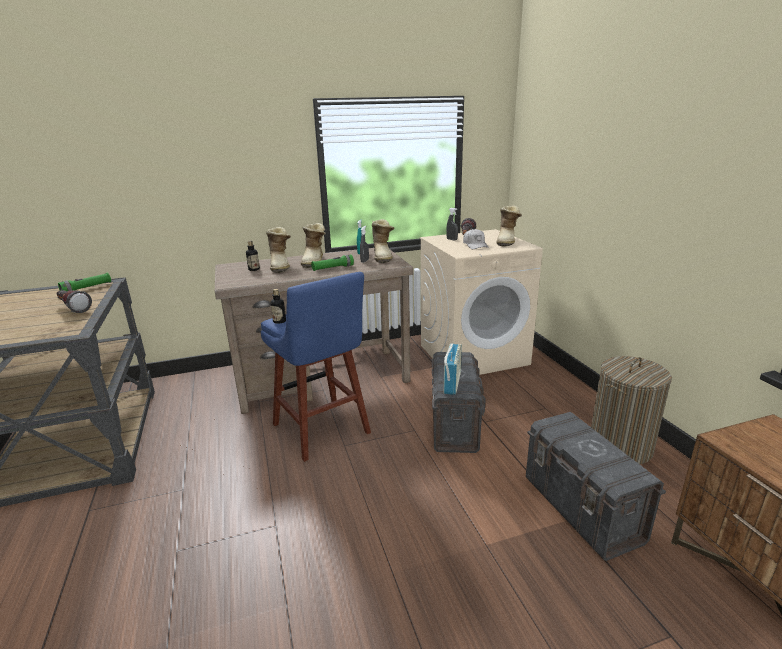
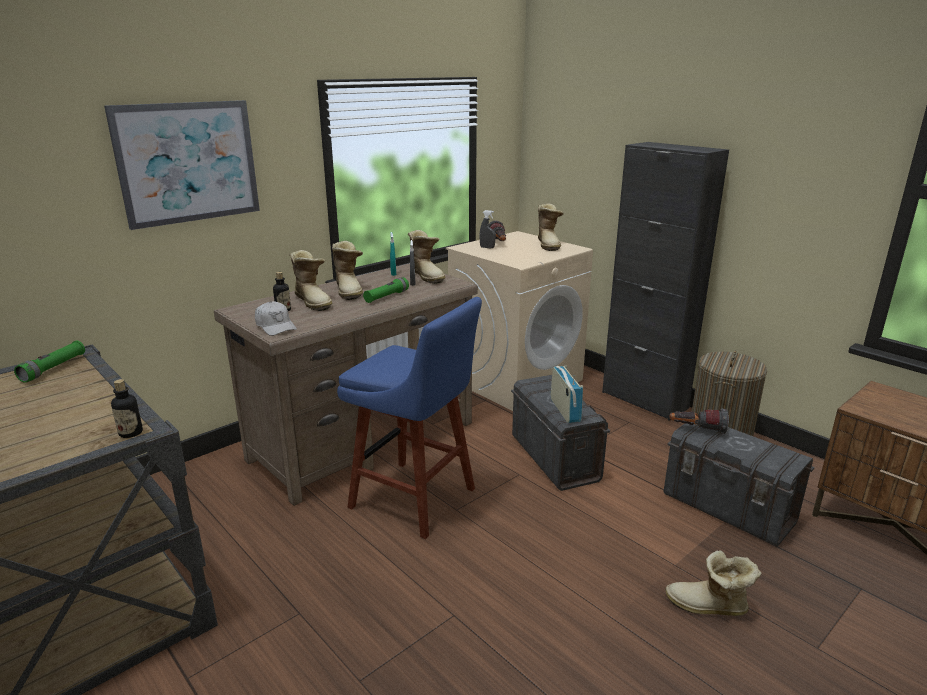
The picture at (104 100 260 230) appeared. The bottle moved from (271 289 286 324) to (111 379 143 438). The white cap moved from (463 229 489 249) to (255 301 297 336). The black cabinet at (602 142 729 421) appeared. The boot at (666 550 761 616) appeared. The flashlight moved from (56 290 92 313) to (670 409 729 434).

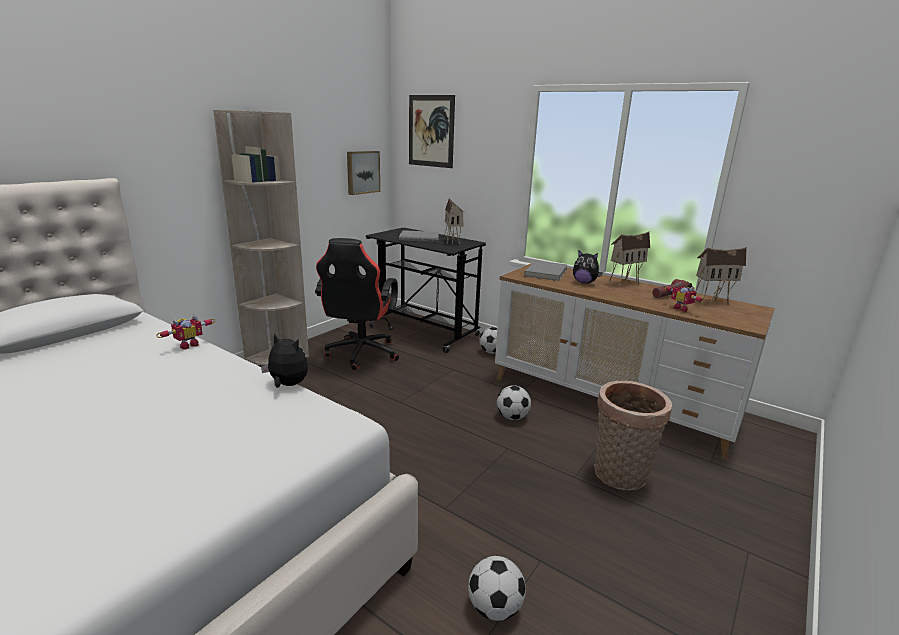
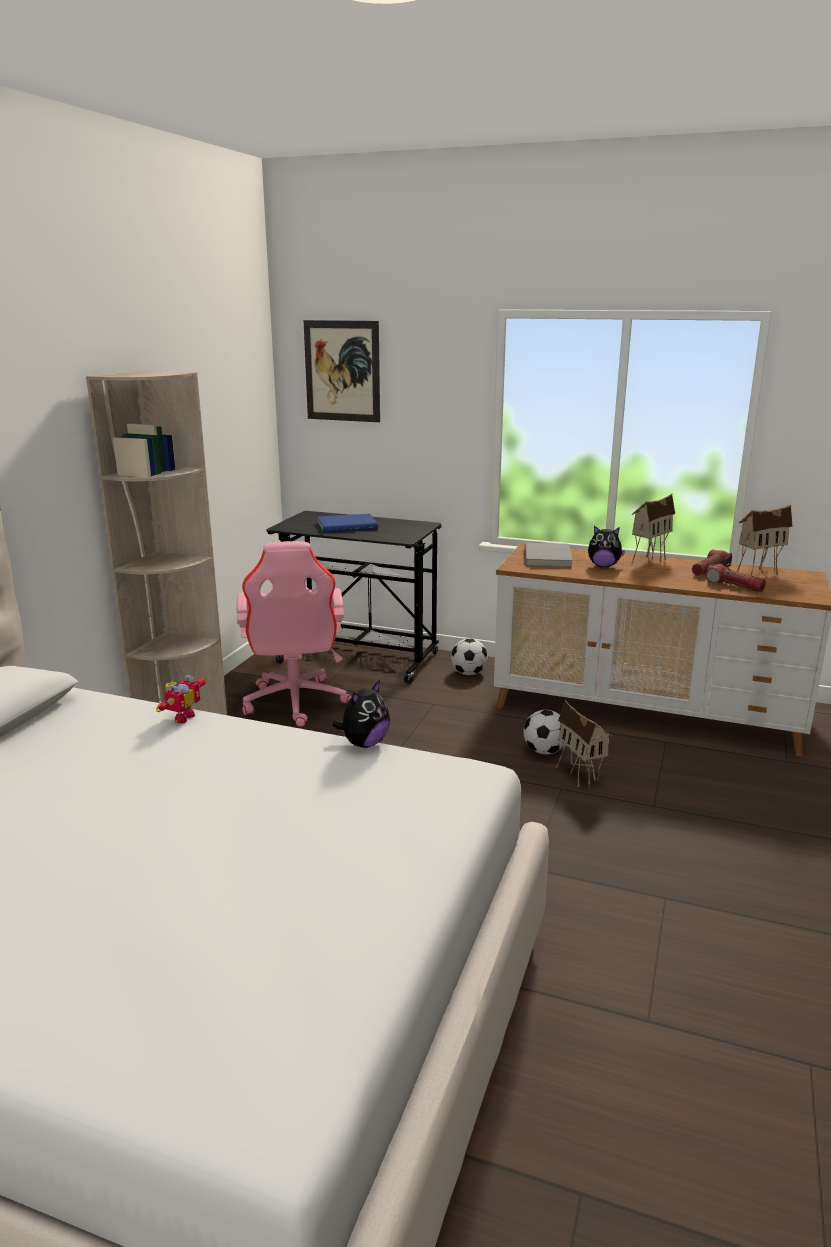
The black office chair at (315 238 399 371) became the pink office chair at (237 541 352 727). The grey book at (399 230 439 242) became the blue book at (317 514 378 533). The plush toy at (261 333 308 388) turned 120 degrees clockwise. The toy house moved from (444 198 464 245) to (556 700 612 788). The toy robot at (665 283 705 312) was replaced by the flashlight at (706 563 766 592). The picture at (347 151 380 195) disappeared. The football at (468 556 526 621) disappeared. The basket at (594 381 672 491) disappeared.

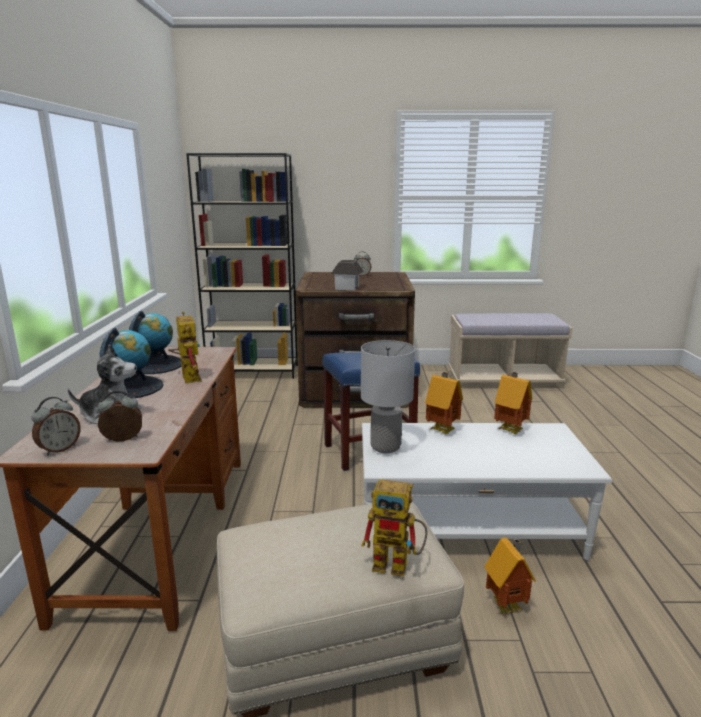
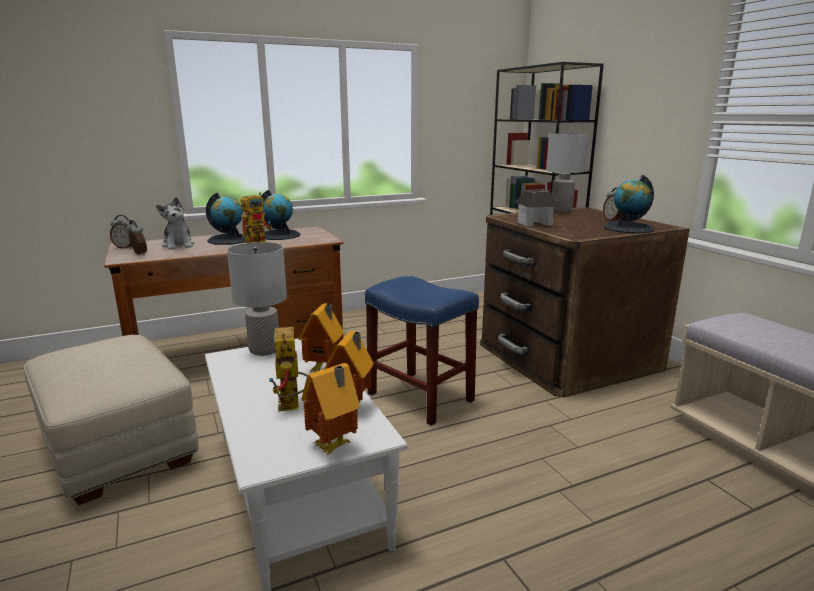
The toy robot moved from (361 479 428 576) to (268 327 307 412). The toy house moved from (484 538 536 614) to (301 363 360 455). The grey table lamp at (546 133 588 213) appeared. The globe at (604 175 654 234) appeared.

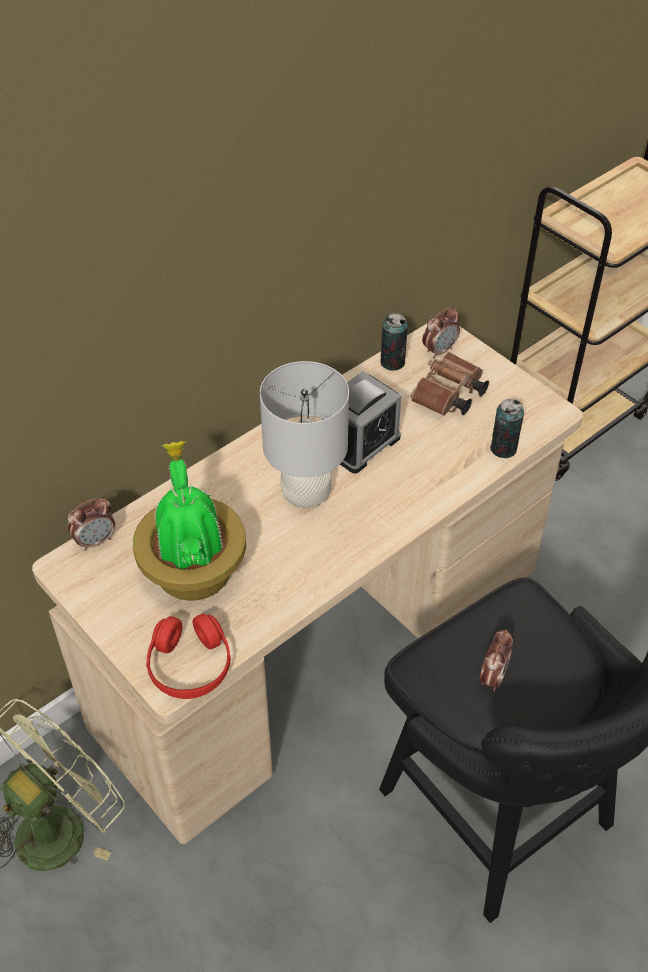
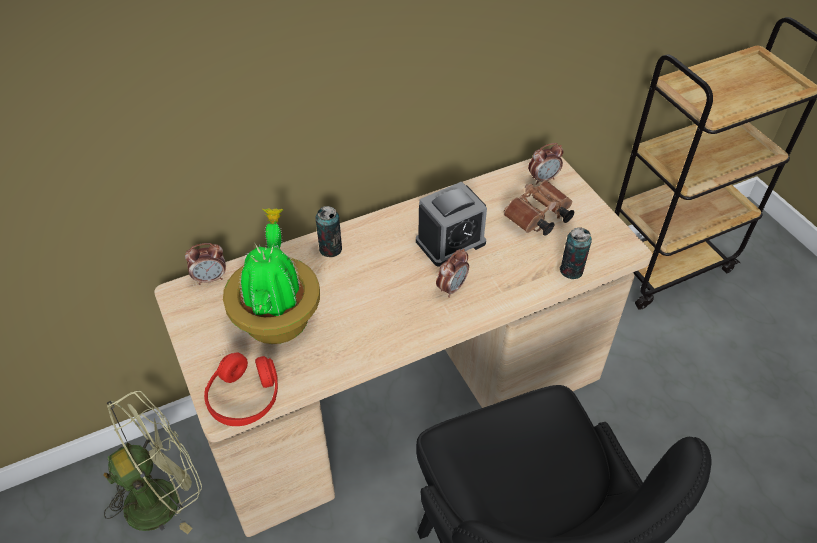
The can moved from (380 313 408 370) to (315 206 342 257). The alarm clock moved from (480 629 513 691) to (436 249 469 298). The grey table lamp at (260 361 349 508) disappeared.

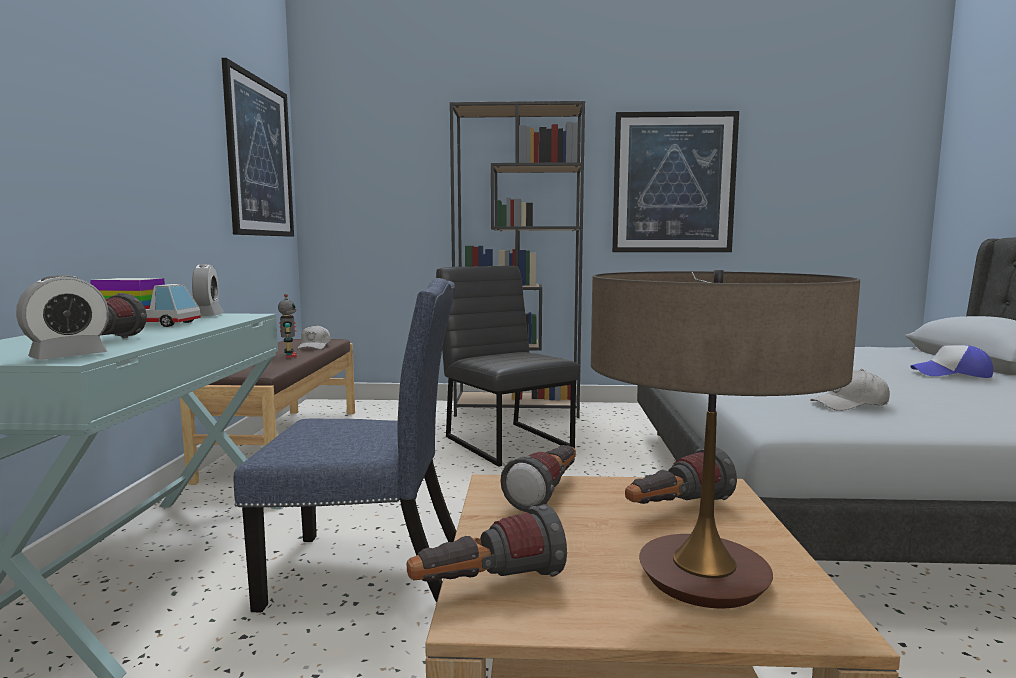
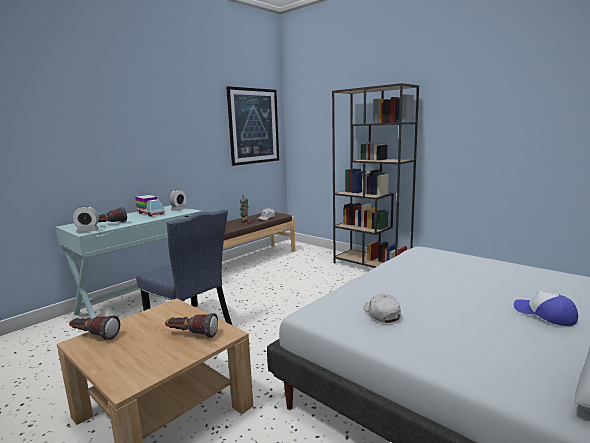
The white cap at (810 369 890 411) turned 45 degrees clockwise. The grey chair at (436 266 580 467) disappeared. The flashlight at (500 445 576 512) disappeared. The table lamp at (591 270 860 608) disappeared. The picture at (612 111 739 252) disappeared.

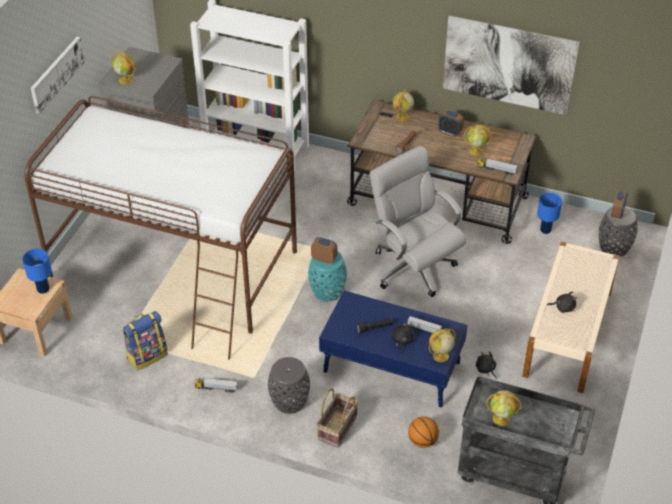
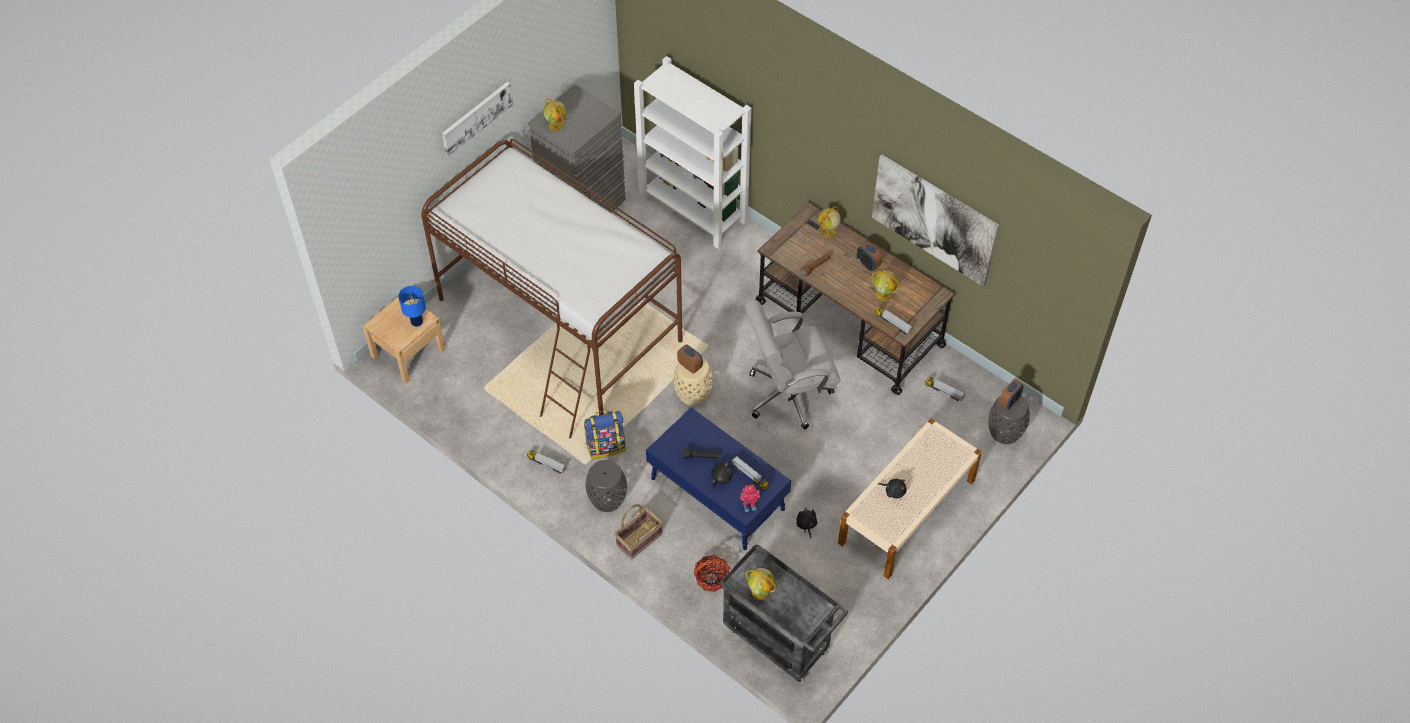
The backpack moved from (123 311 168 370) to (584 410 625 459). The turquoise stool at (308 251 347 301) became the beige stool at (673 357 713 406). The basketball at (408 416 439 448) was replaced by the basket at (694 555 730 592). The globe at (429 329 456 362) was replaced by the toy robot at (740 484 760 512). The grey office chair at (370 146 466 297) turned 90 degrees counterclockwise. The blue table lamp at (537 193 562 234) was replaced by the toy truck at (925 377 965 401).

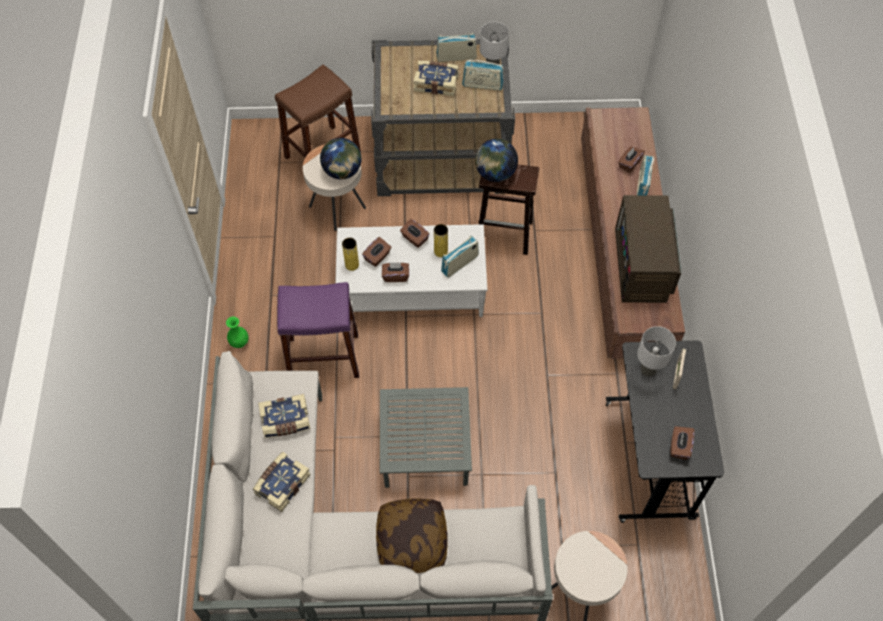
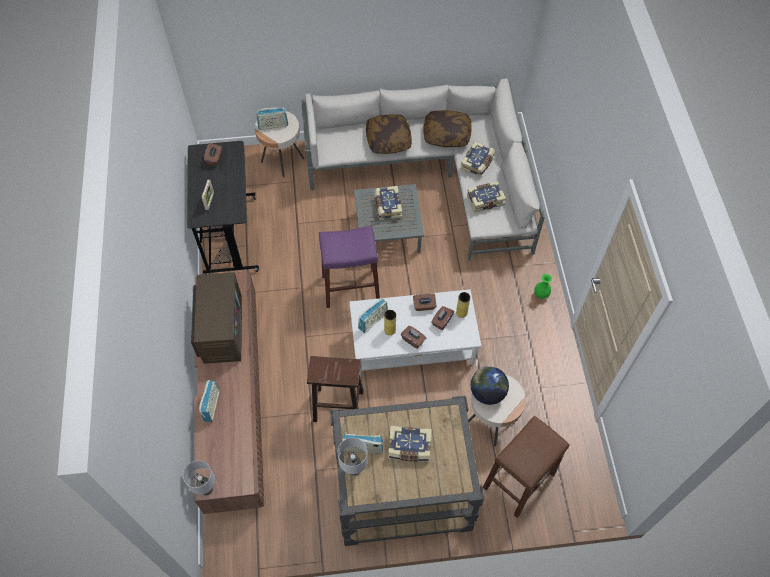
The white table lamp moved from (637 326 676 376) to (183 460 215 495). The radio moved from (436 32 477 62) to (256 107 288 130). The purple stool moved from (277 282 359 378) to (319 226 380 308). The book at (375 186 403 220) appeared. The pillow at (424 110 472 147) appeared. The globe at (475 139 518 182) disappeared. The brown tissue box at (618 146 645 173) disappeared.

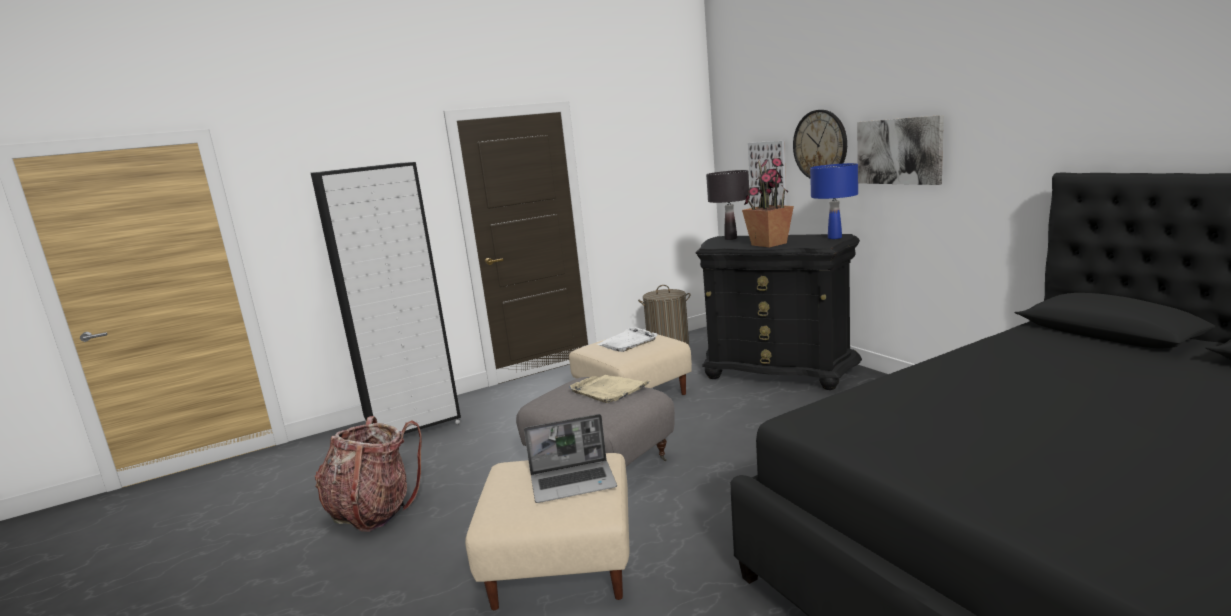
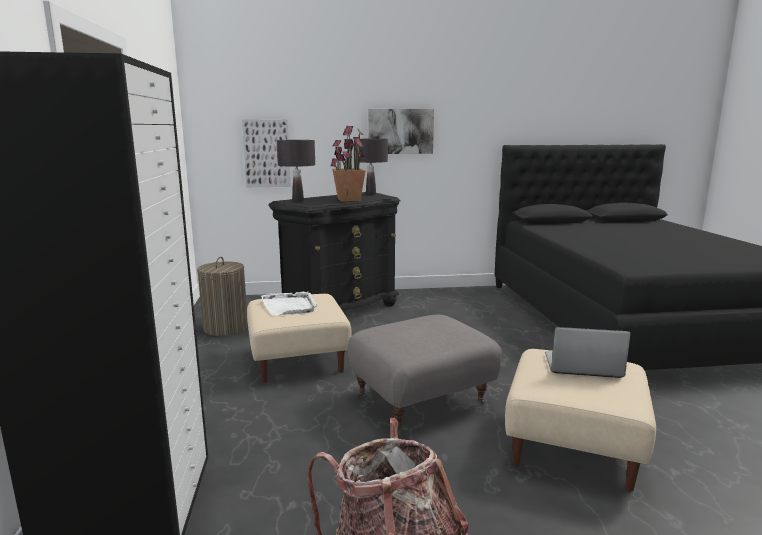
The blue table lamp at (810 163 858 239) became the black table lamp at (354 139 388 194). The laptop at (524 414 617 503) turned 90 degrees counterclockwise. The beige tray at (569 375 651 403) disappeared. The wall clock at (793 110 847 178) disappeared.

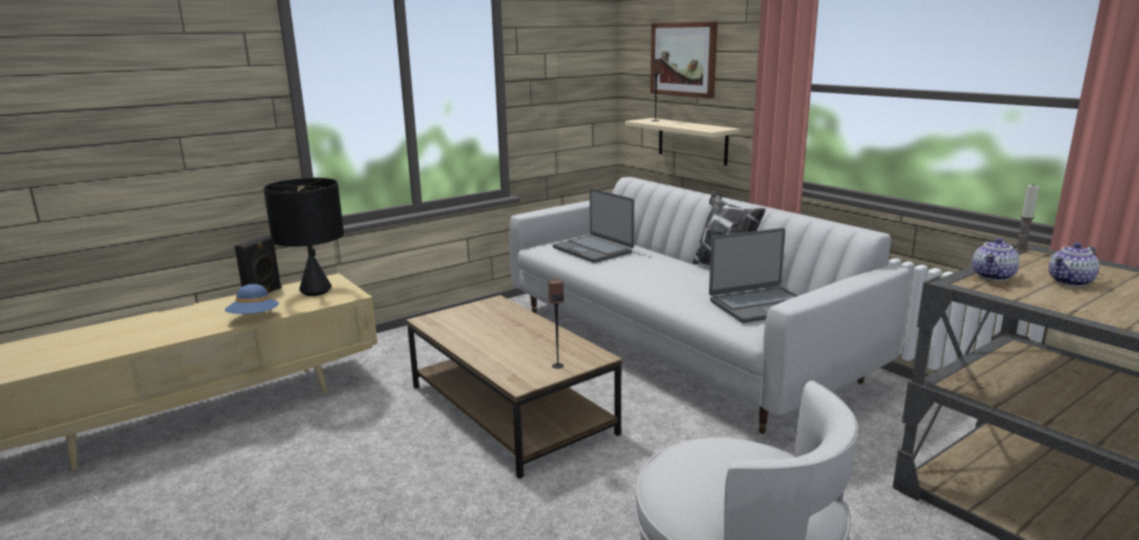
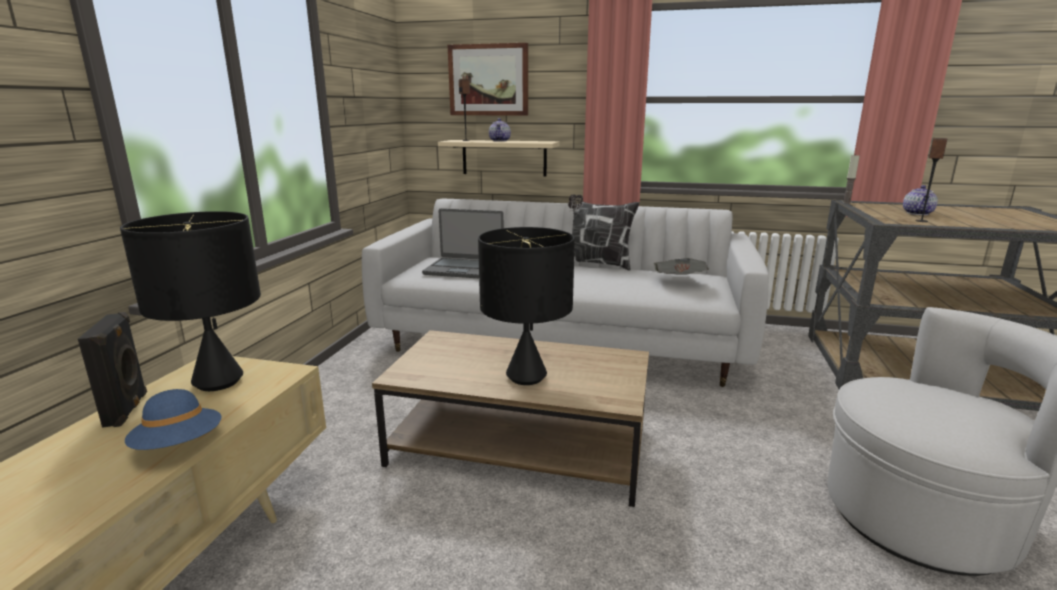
The black table lamp at (478 227 575 385) appeared. The teapot moved from (972 238 1020 281) to (489 118 511 142). The laptop at (709 228 797 323) was replaced by the newspaper at (654 258 709 275). The speaker moved from (548 279 564 369) to (915 138 947 222).

